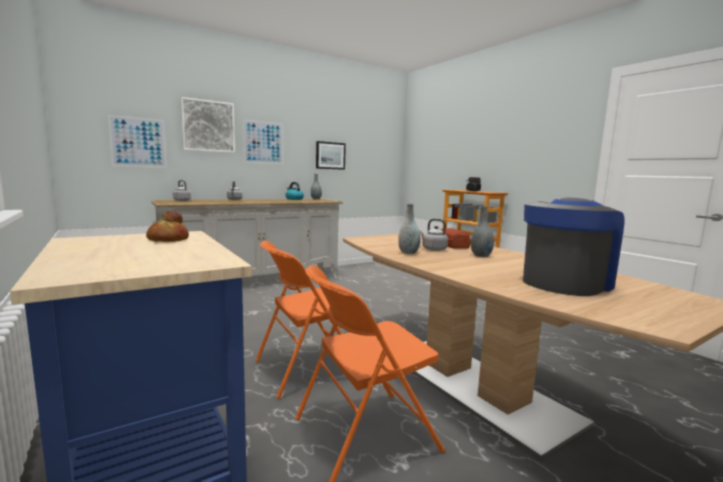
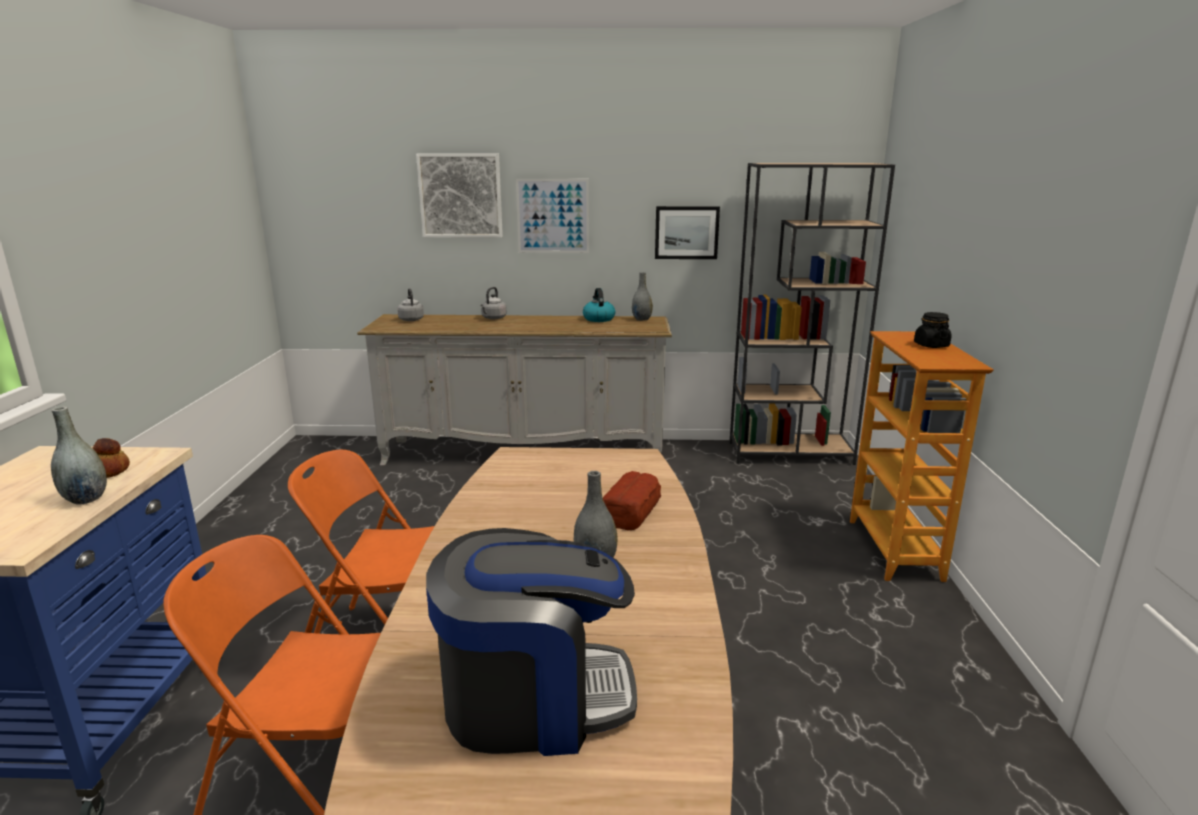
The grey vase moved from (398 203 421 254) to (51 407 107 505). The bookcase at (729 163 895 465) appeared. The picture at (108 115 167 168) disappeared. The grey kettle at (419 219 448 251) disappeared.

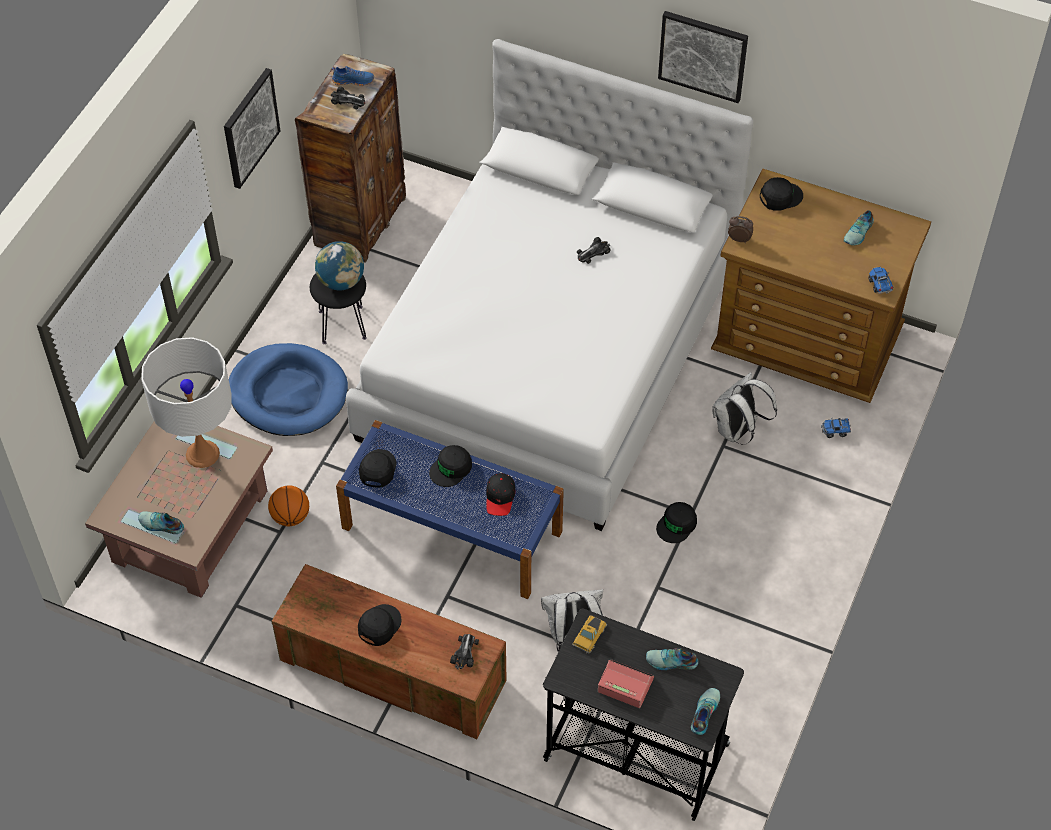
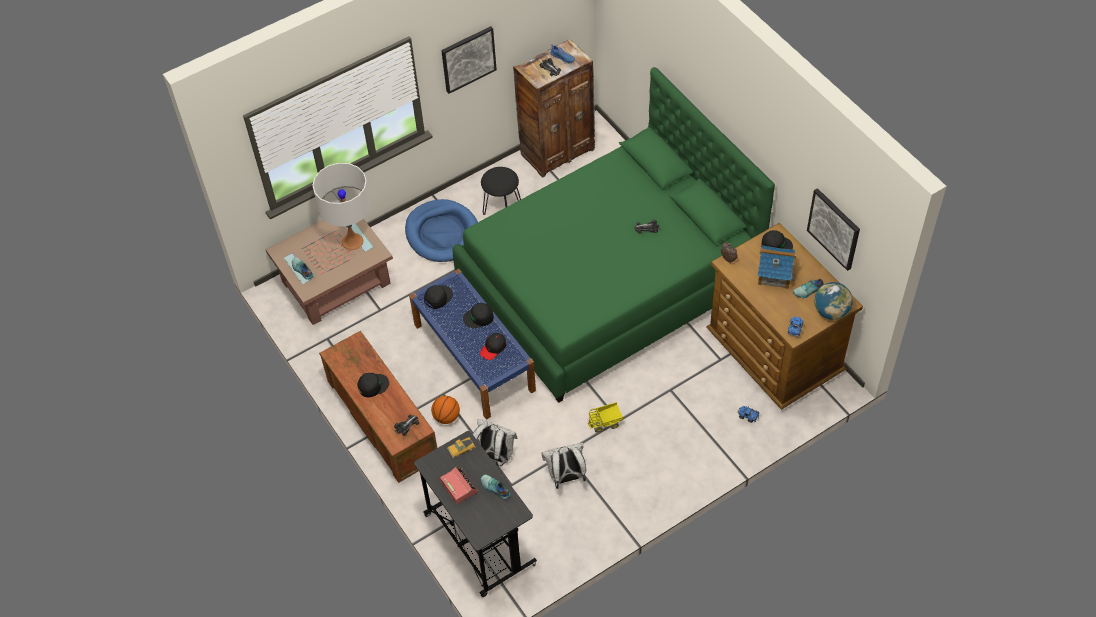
The basketball moved from (268 486 309 526) to (431 396 460 424). The white bed at (346 39 753 531) became the green bed at (452 67 775 403). The white backpack moved from (712 372 777 445) to (542 443 586 489). The black cap at (656 502 697 543) was replaced by the toy truck at (587 402 623 433). The toy house at (758 245 797 289) appeared. The picture moved from (658 11 748 103) to (807 188 860 271). The globe moved from (315 241 364 290) to (814 282 853 320). The shoe at (691 688 720 735) disappeared.

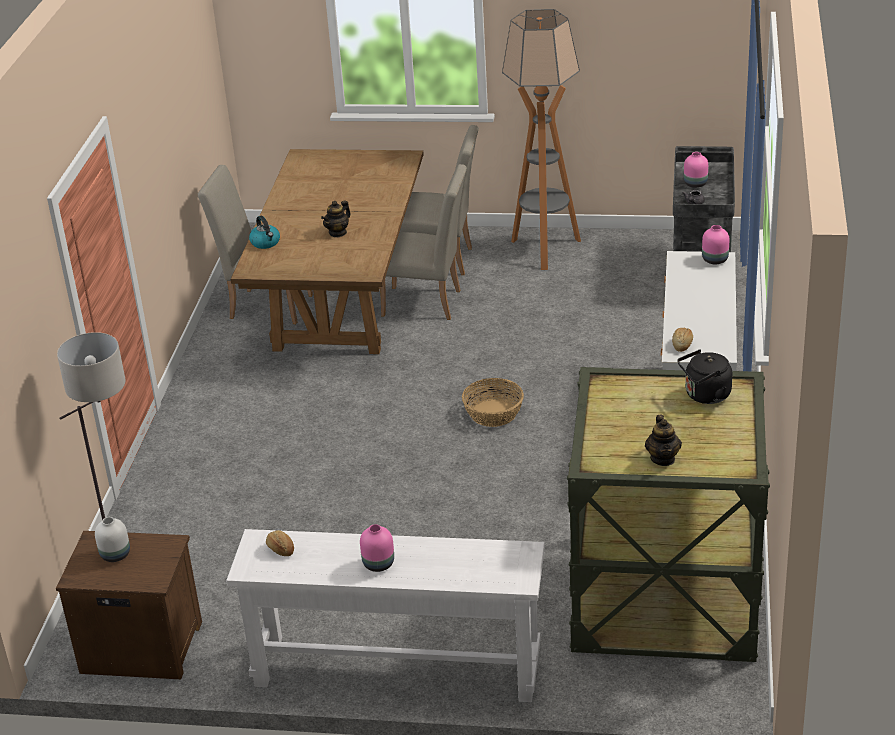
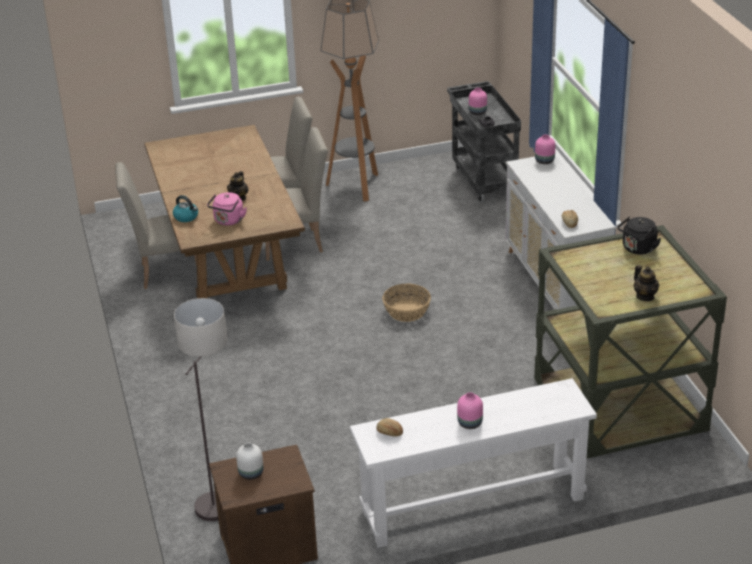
The pink kettle at (207 192 247 225) appeared.

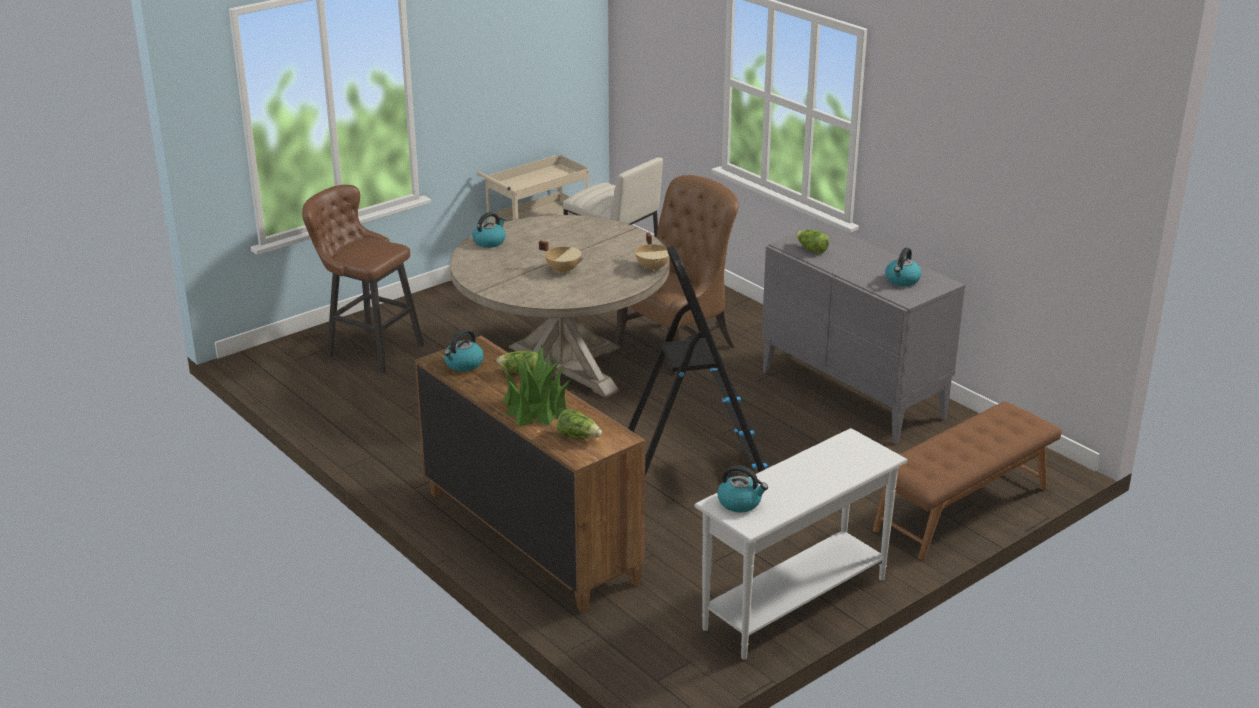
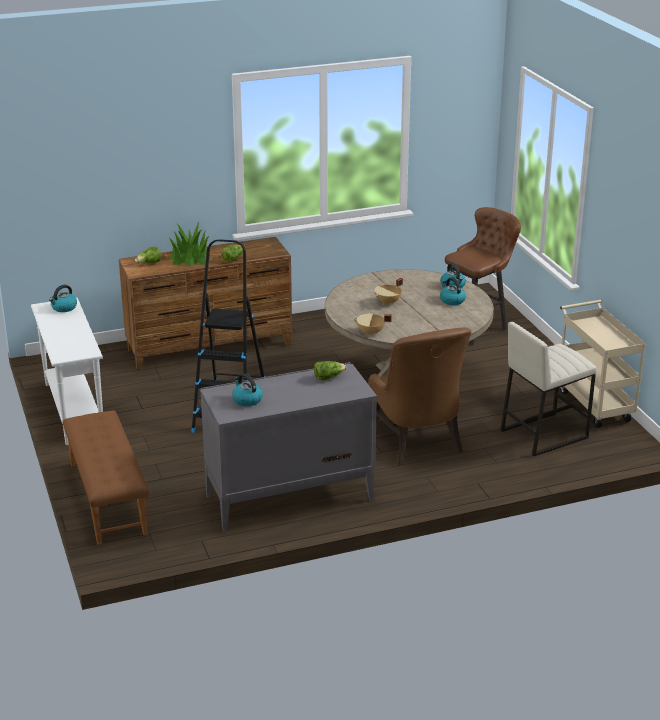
The kettle moved from (444 329 484 371) to (440 277 466 305).

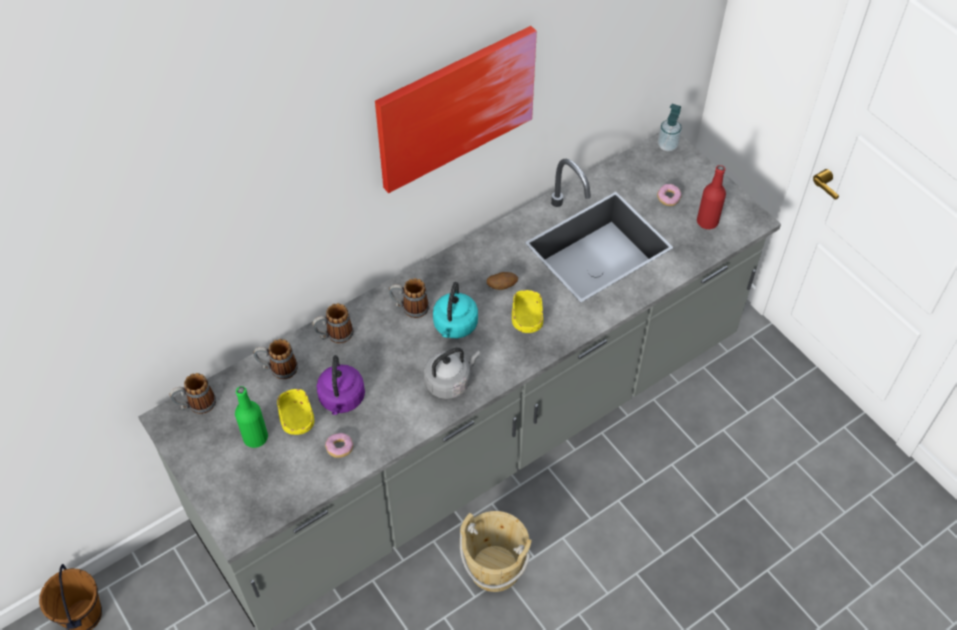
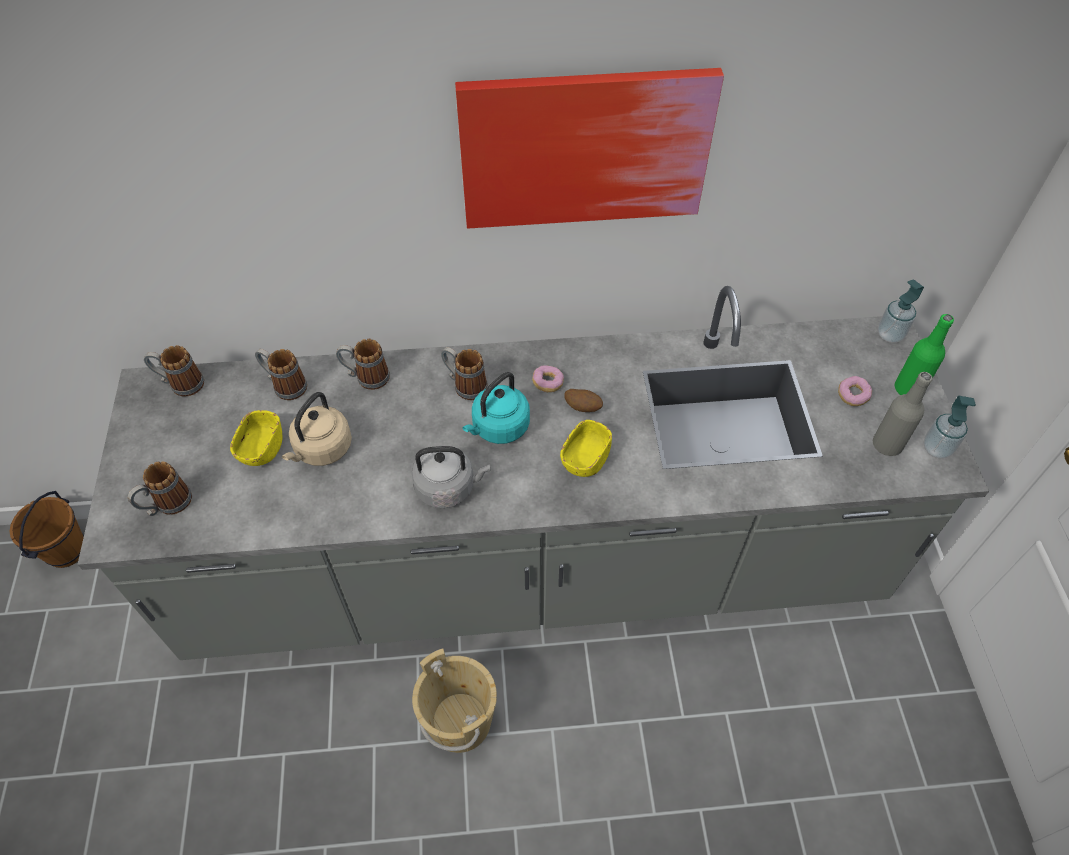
The mug at (128 461 192 516) appeared. The purple kettle at (316 355 365 415) became the beige kettle at (282 392 352 466). The donut moved from (325 433 353 458) to (532 365 564 392). The red bottle at (697 165 726 229) became the grey bottle at (873 372 933 456). The green bottle moved from (235 386 268 448) to (895 314 954 395). The soap dispenser at (924 396 976 459) appeared.

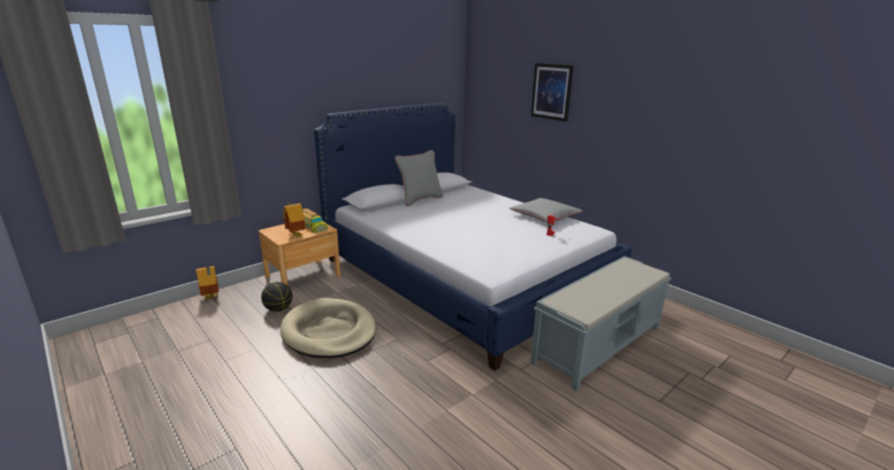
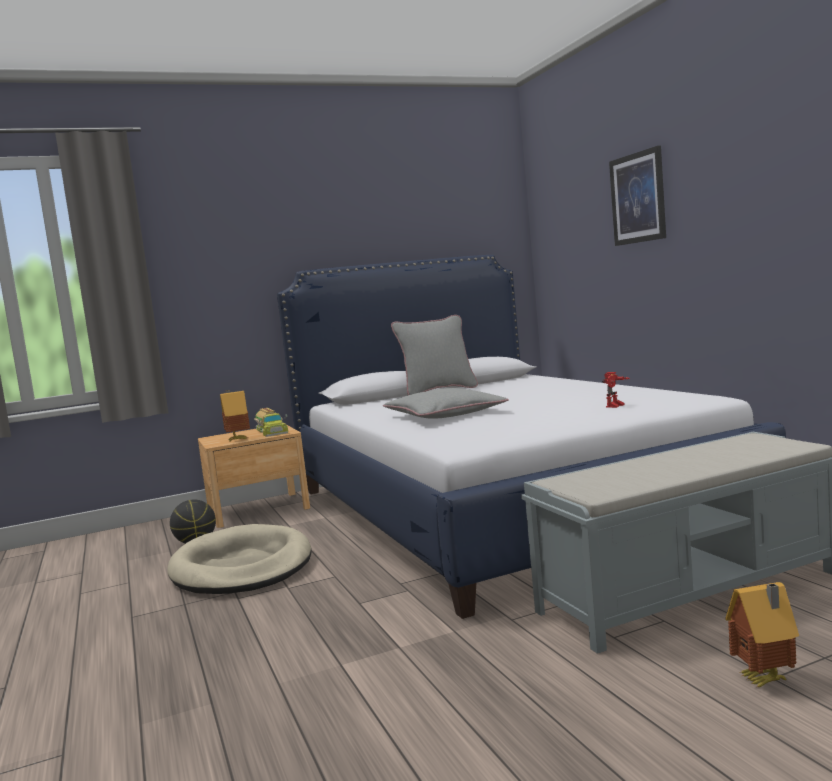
The grey pillow moved from (509 198 583 223) to (383 388 509 419). The toy house moved from (196 266 219 300) to (725 582 799 687).

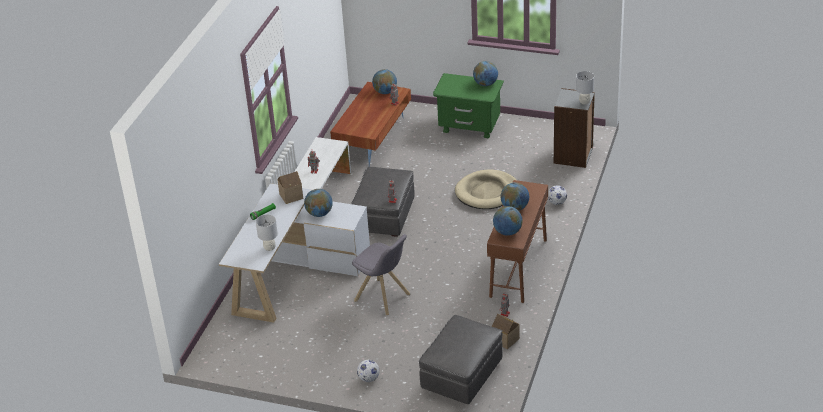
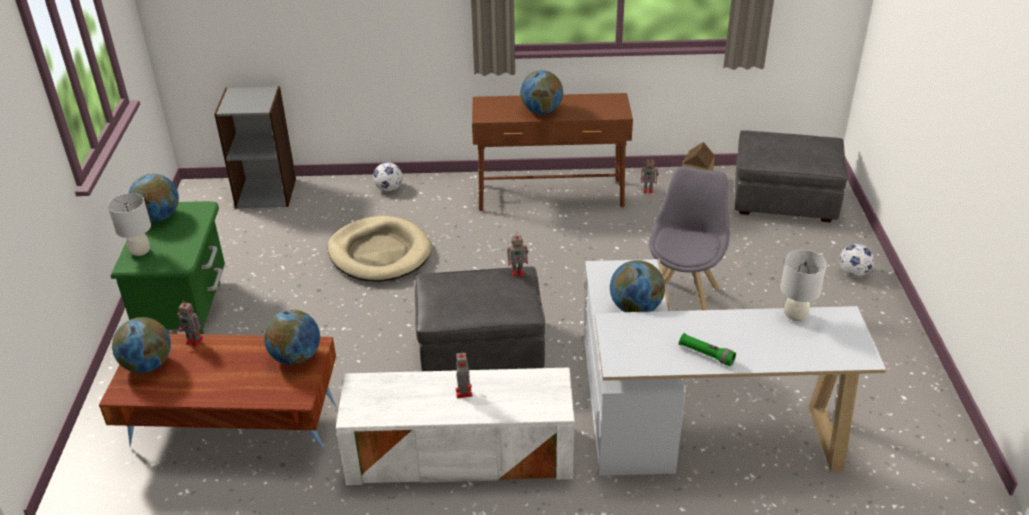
The grey table lamp moved from (576 71 594 105) to (108 193 151 256). The globe moved from (493 206 523 236) to (264 310 320 365). The toy house at (277 171 303 204) disappeared.

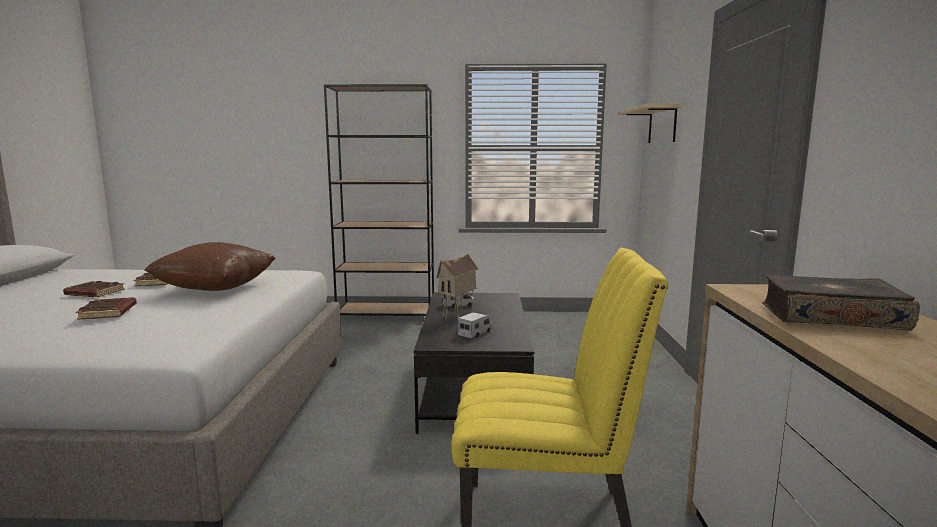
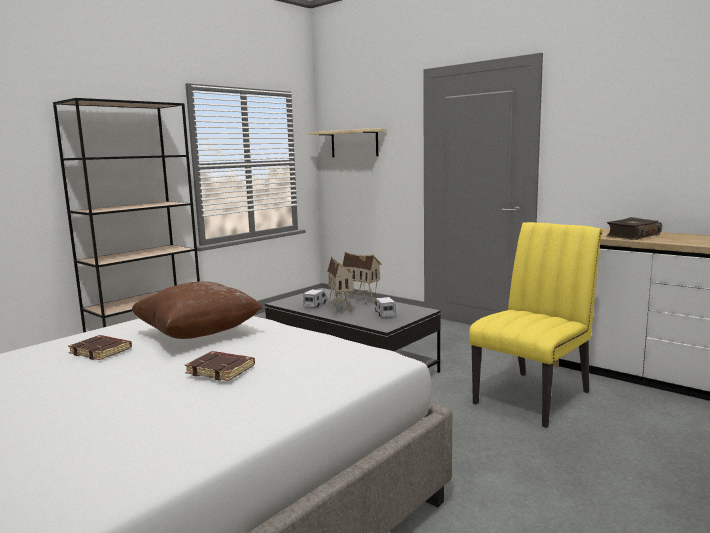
The toy house at (343 252 382 304) appeared. The brown book at (63 281 125 297) disappeared.

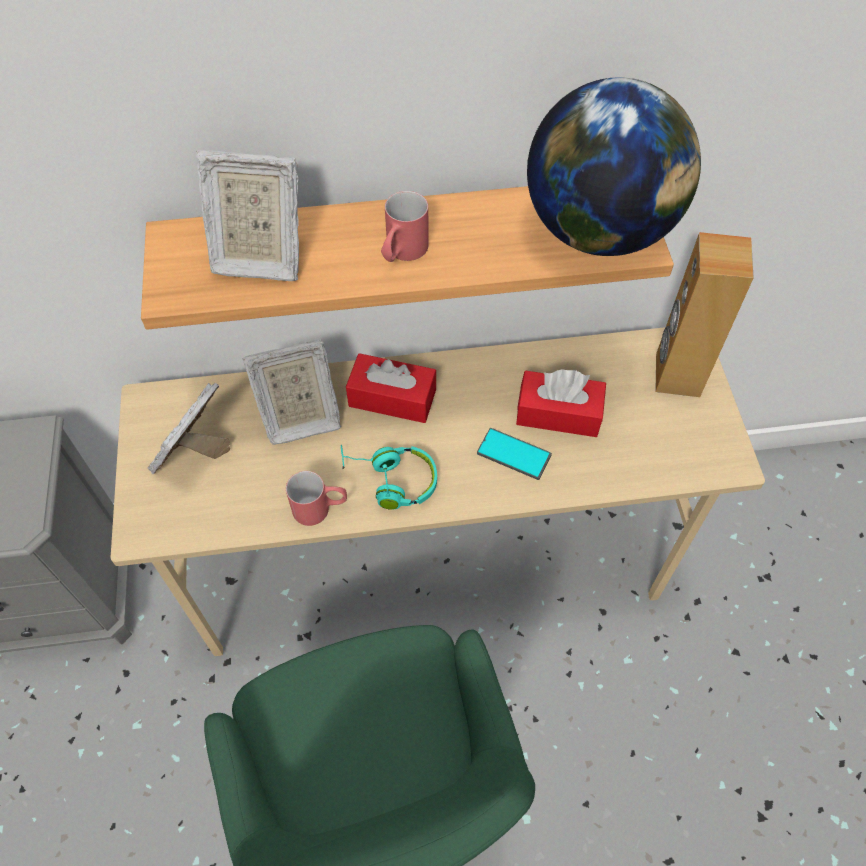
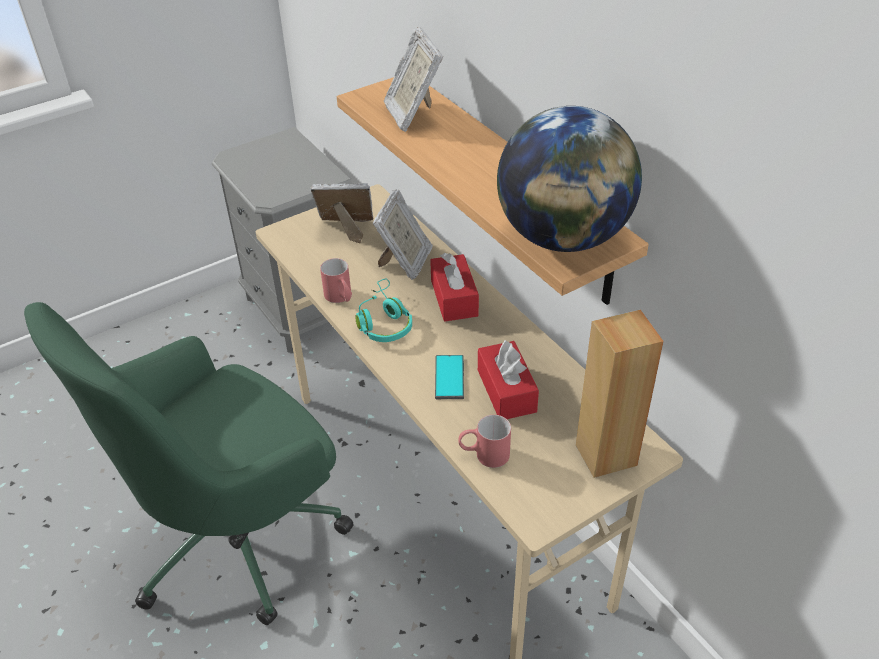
The picture frame at (243 339 341 445) turned 120 degrees counterclockwise. The red mug moved from (381 191 429 262) to (458 415 511 468).

